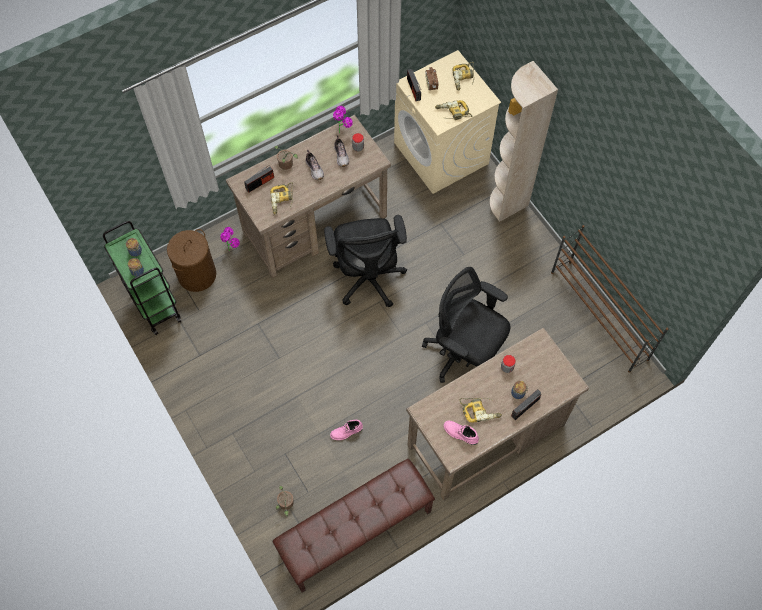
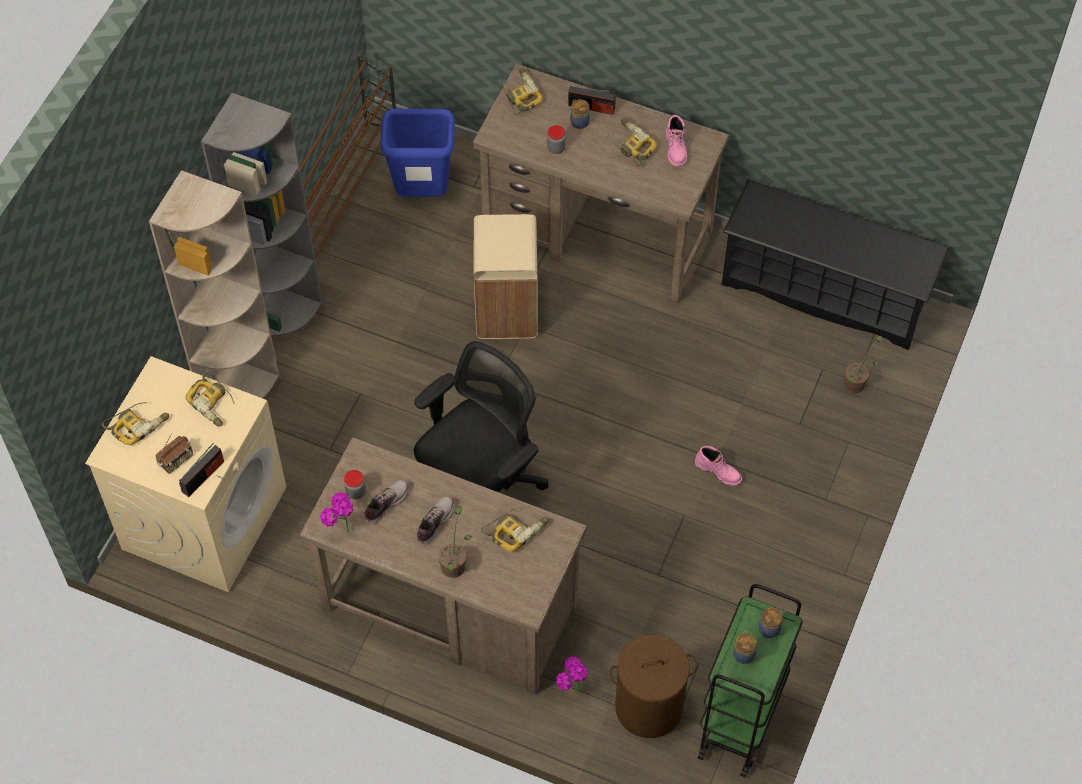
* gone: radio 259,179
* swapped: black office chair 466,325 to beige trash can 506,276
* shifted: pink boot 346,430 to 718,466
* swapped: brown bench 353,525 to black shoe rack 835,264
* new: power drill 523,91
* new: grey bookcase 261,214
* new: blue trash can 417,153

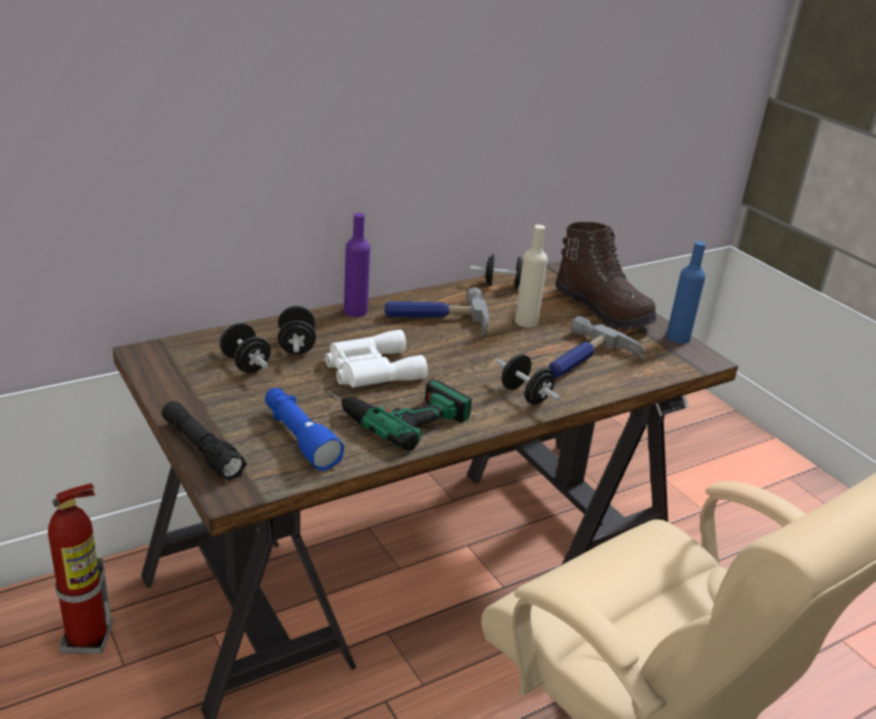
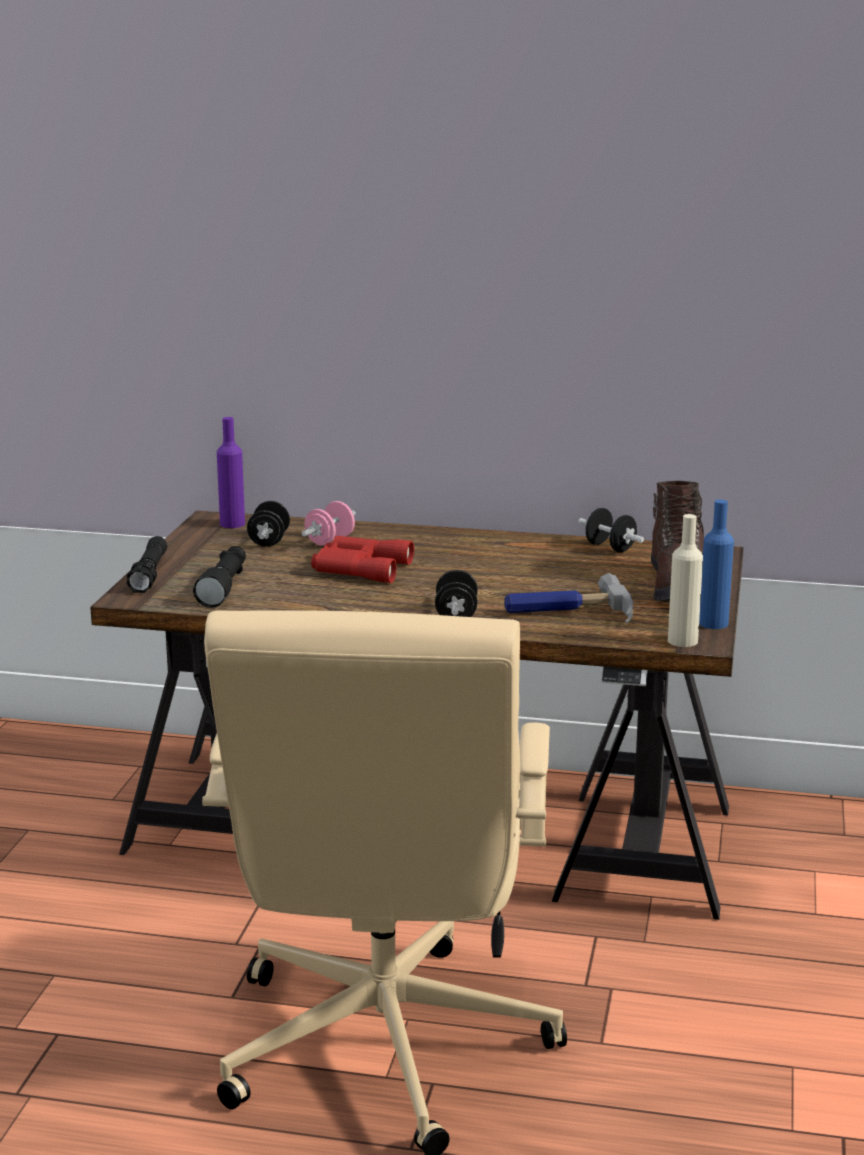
* shifted: purple bottle 357,265 to 231,472
* shifted: beige bottle 531,276 to 685,580
* gone: hammer 437,311
* repainted: black dumbbell 297,330 to pink dumbbell 328,523
* repainted: white binoculars 376,359 to red binoculars 362,559
* gone: power drill 400,415
* repainted: blue flashlight 304,429 to black flashlight 219,577
* gone: fire extinguisher 80,568

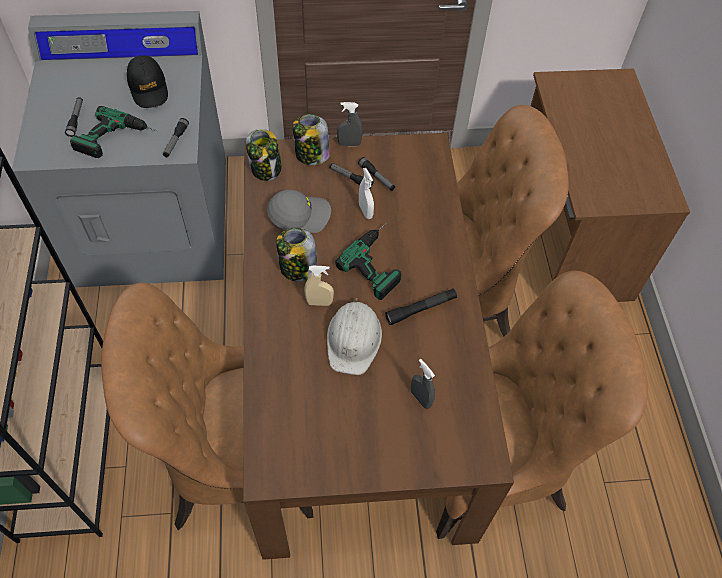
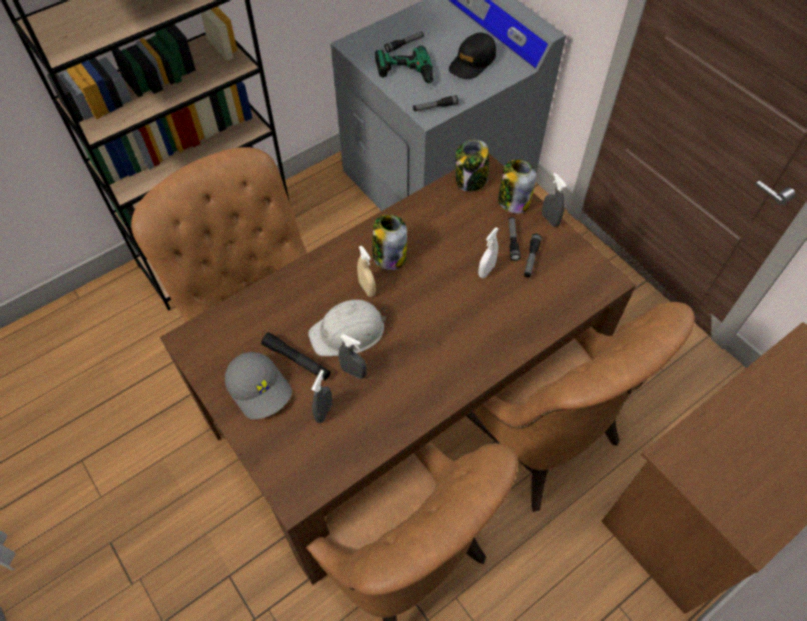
* shifted: grey cap 299,211 to 258,386
* gone: power drill 368,261
* shifted: black flashlight 421,307 to 296,356
* new: grey spray bottle 352,356

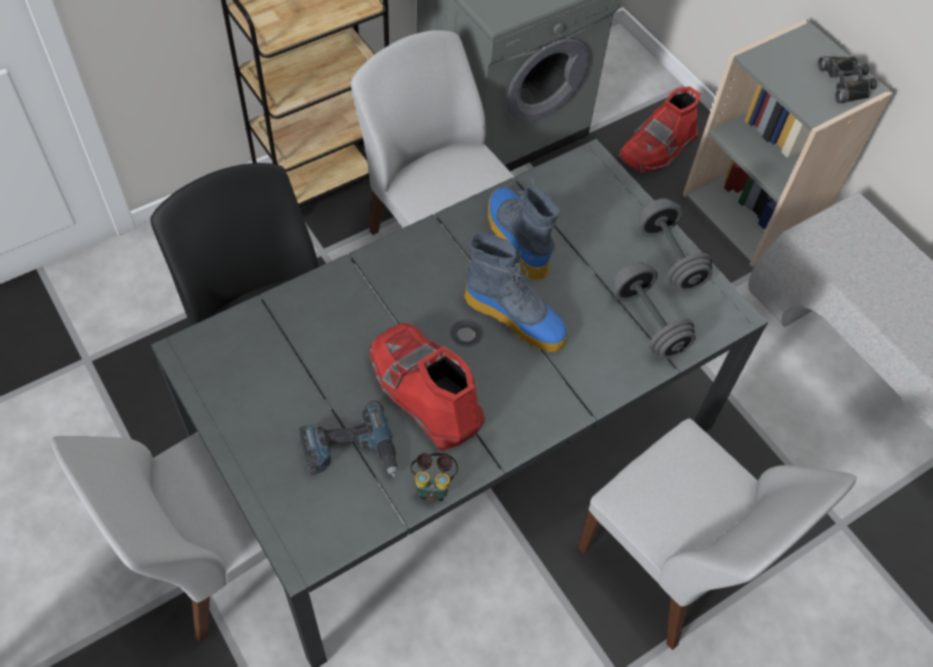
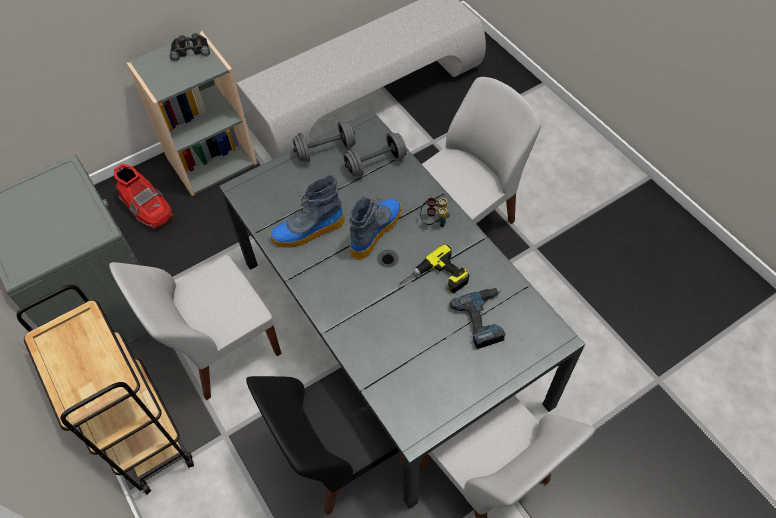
* swapped: red boot 426,387 to power drill 434,269
* shifted: binoculars 434,477 to 435,212

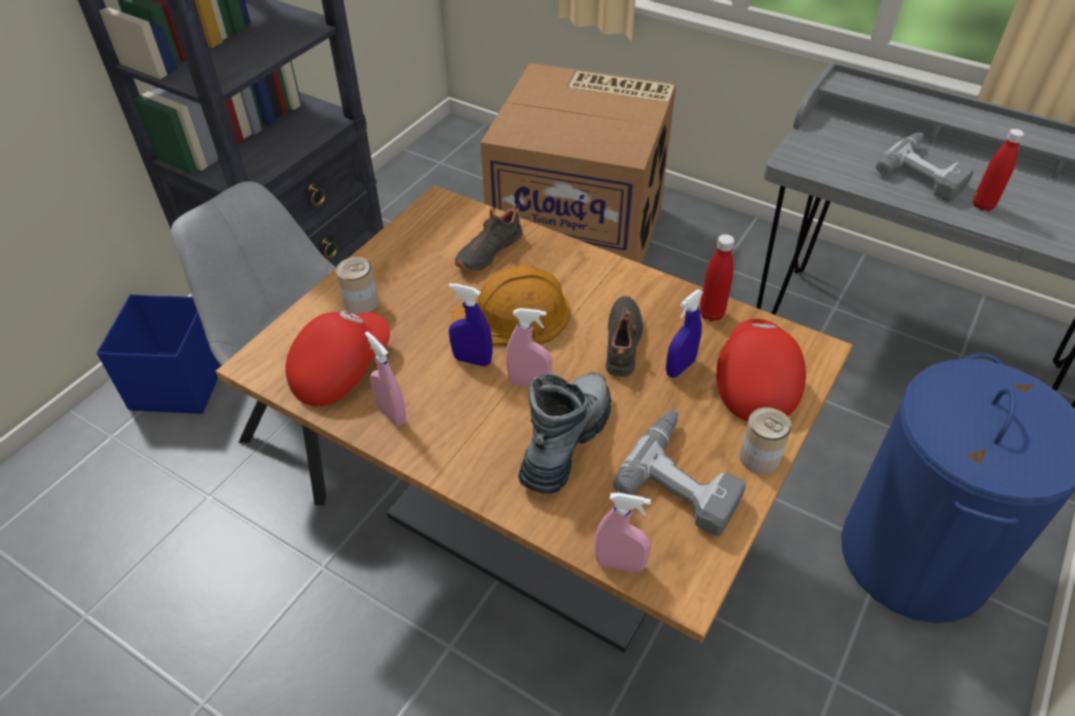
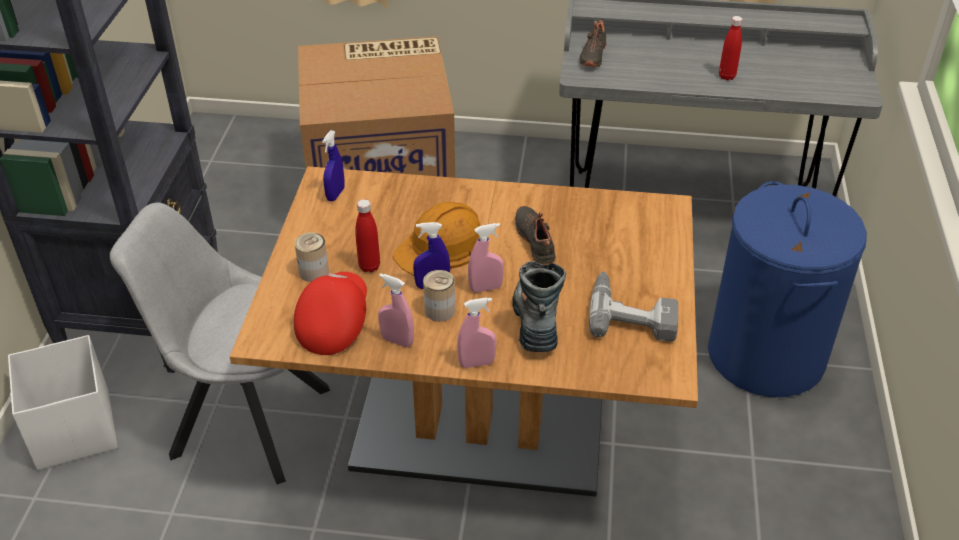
* gone: power drill 924,167
* shifted: black shoe 489,238 to 592,43
* shifted: red bottle 717,278 to 367,236
* shifted: blue spray bottle 684,334 to 333,165
* repainted: blue storage box 158,354 to white storage box 63,402
* gone: red cap 761,370
* shifted: can 765,440 to 439,295
* shifted: pink spray bottle 623,533 to 477,332

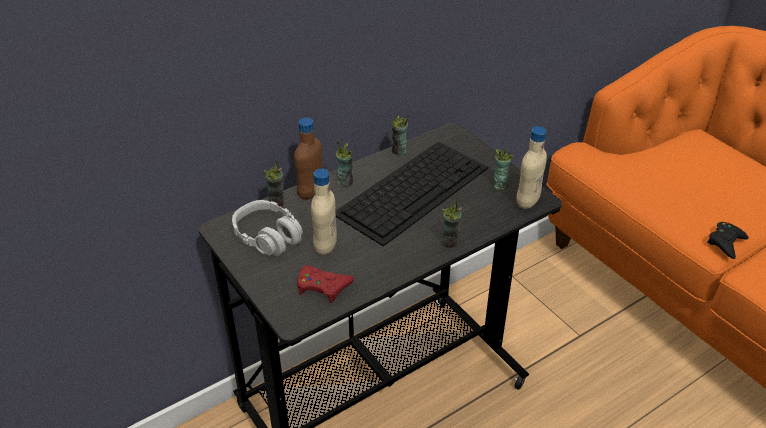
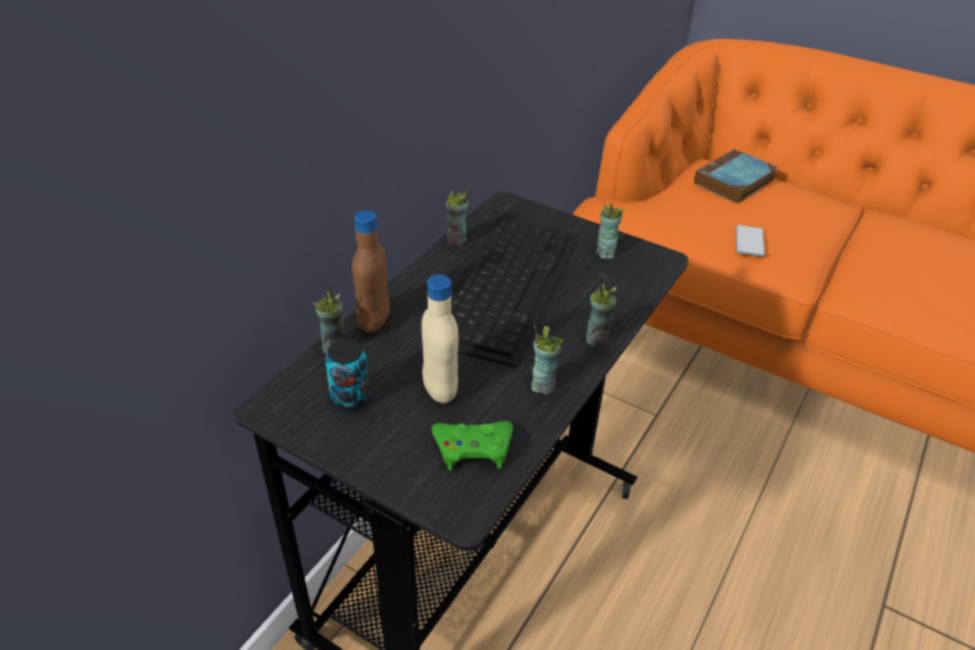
* gone: beige bottle 531,167
* shifted: cup 344,163 to 547,359
* swapped: grey headphones 267,228 to can 347,375
* gone: black game controller 728,240
* repainted: red game controller 325,284 to green game controller 472,445
* new: book 736,176
* new: phone 750,241

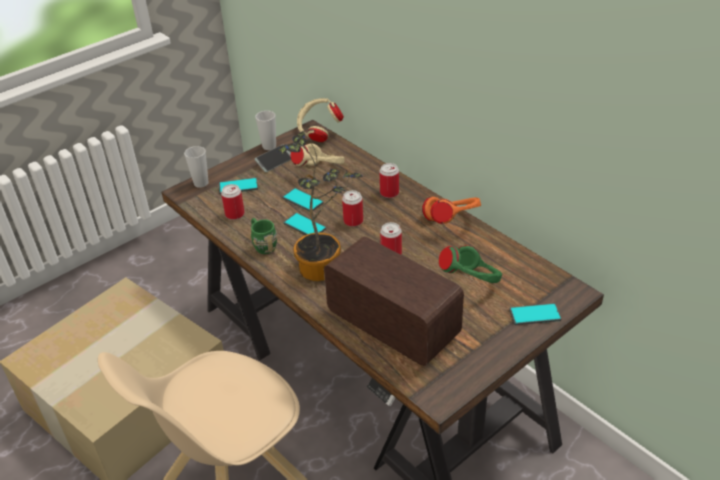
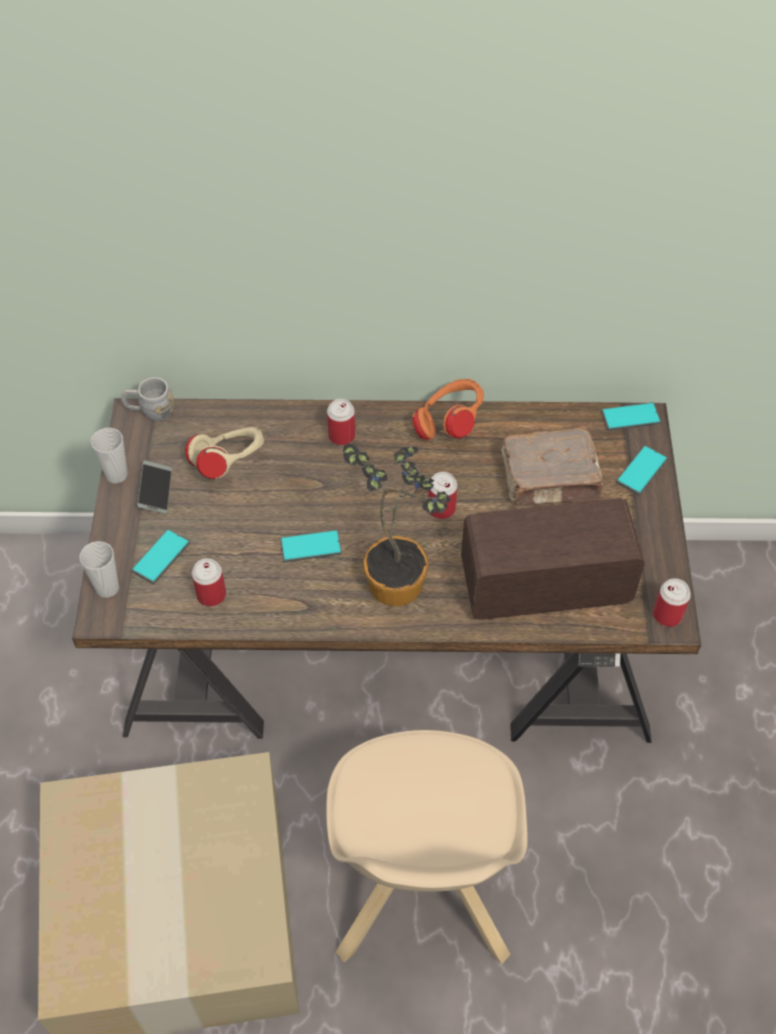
* swapped: beige headphones 320,120 to grey mug 147,399
* shifted: phone 303,200 to 631,416
* shifted: can 352,208 to 672,602
* gone: green mug 264,236
* swapped: green headphones 470,264 to brown book 552,467

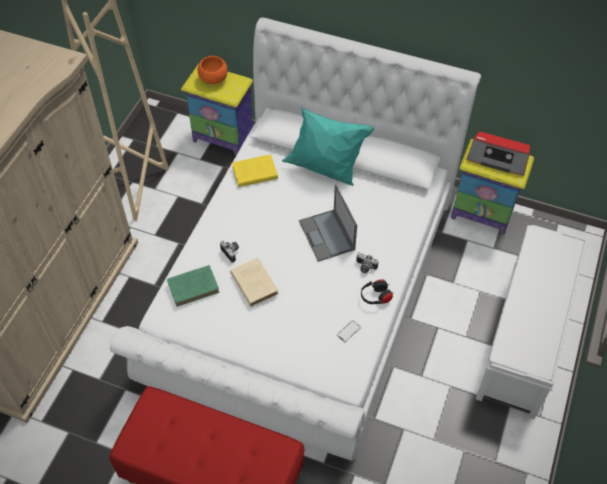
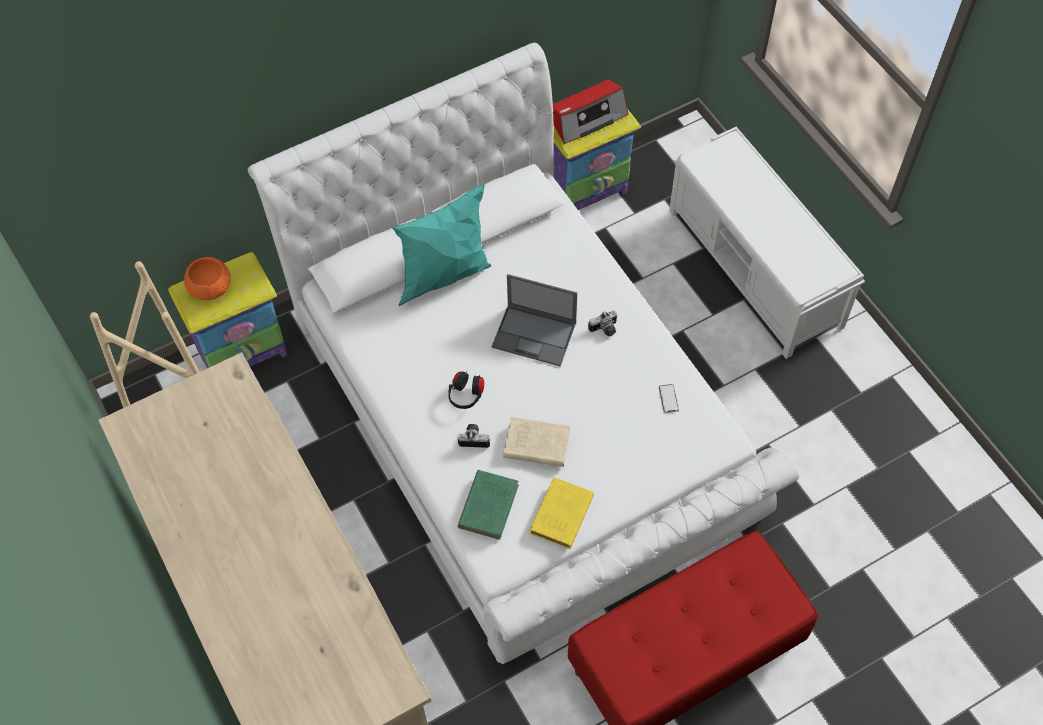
* shifted: yellow book 255,170 to 562,513
* shifted: black headphones 377,292 to 466,390

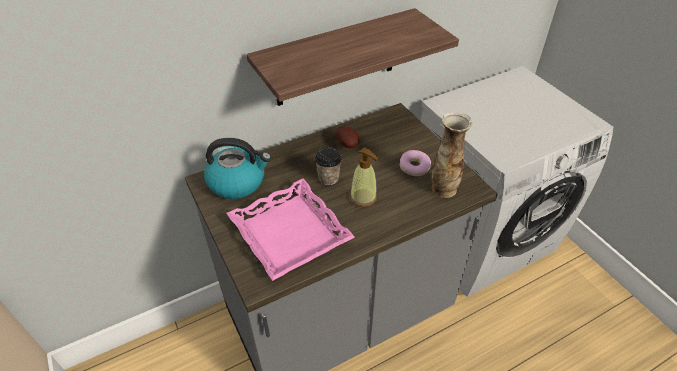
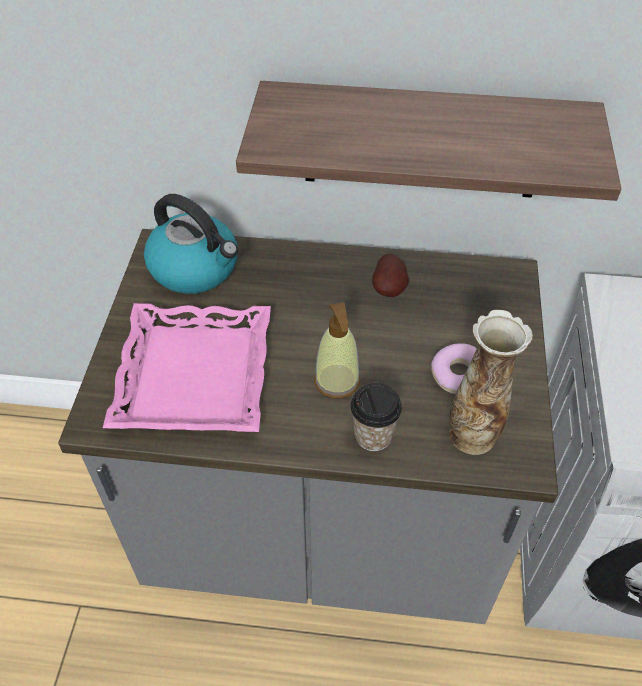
* shifted: cup 328,166 to 376,417

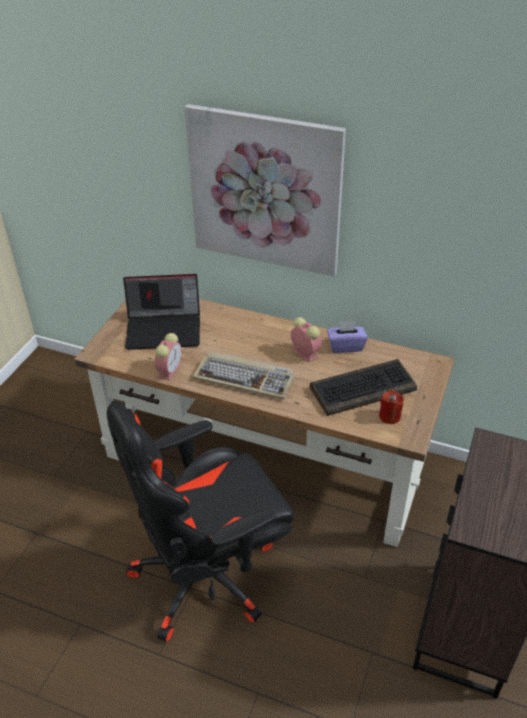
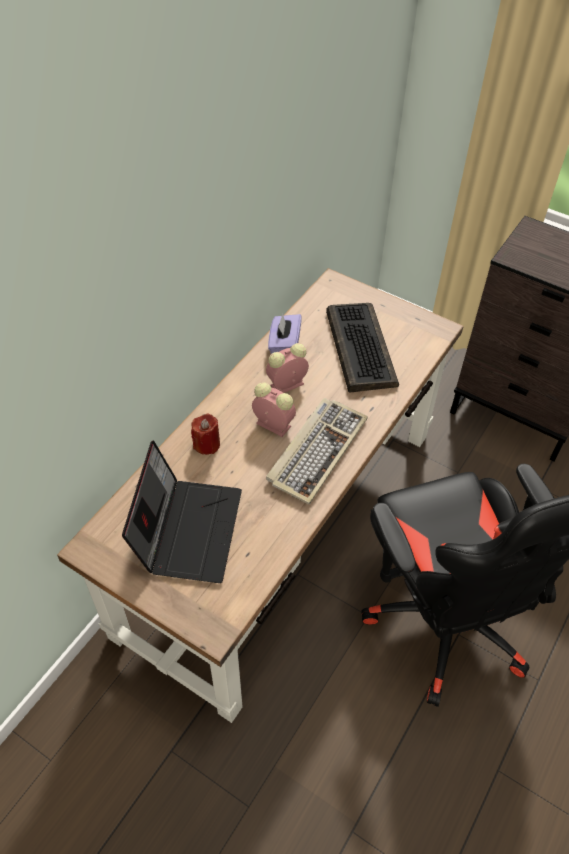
* gone: picture 265,190
* shifted: alarm clock 168,356 to 274,409
* shifted: red candle 391,407 to 205,434

